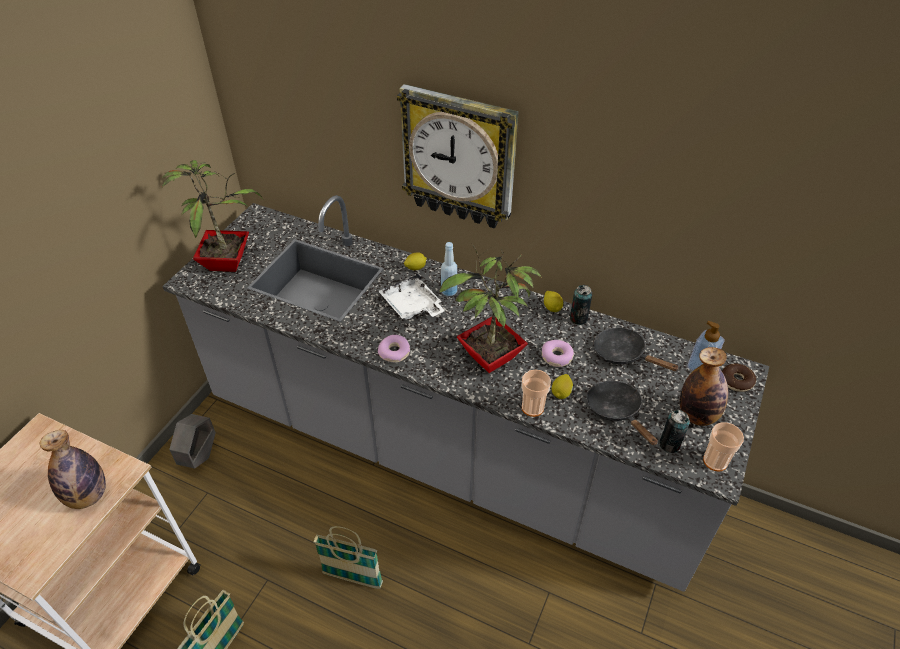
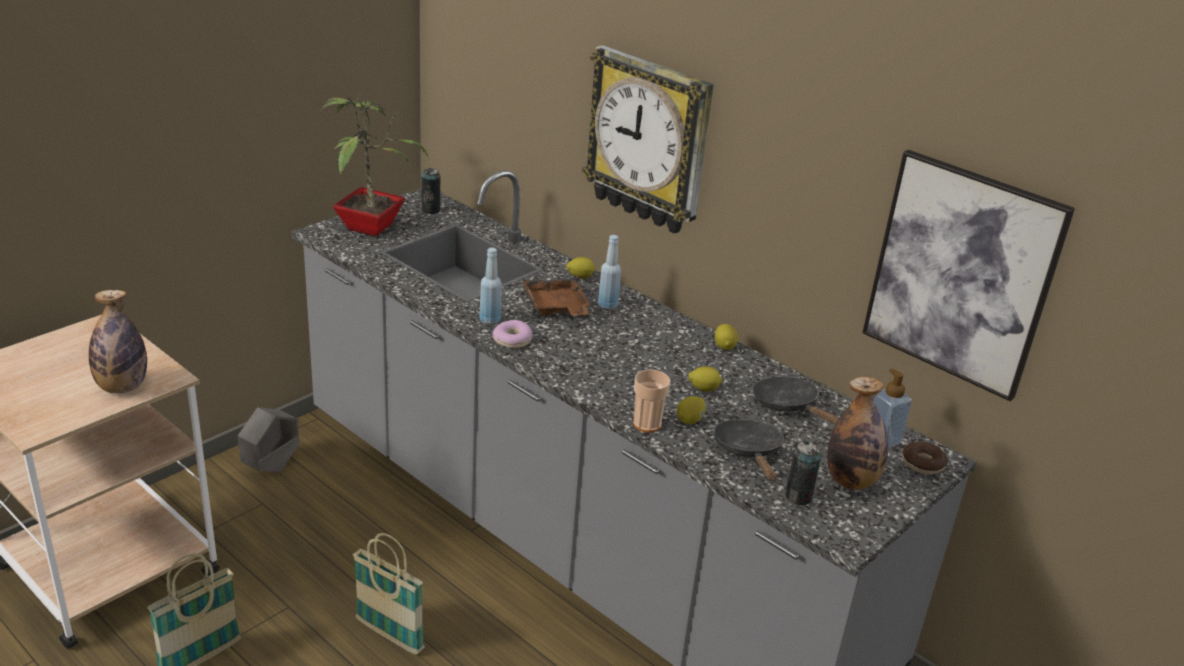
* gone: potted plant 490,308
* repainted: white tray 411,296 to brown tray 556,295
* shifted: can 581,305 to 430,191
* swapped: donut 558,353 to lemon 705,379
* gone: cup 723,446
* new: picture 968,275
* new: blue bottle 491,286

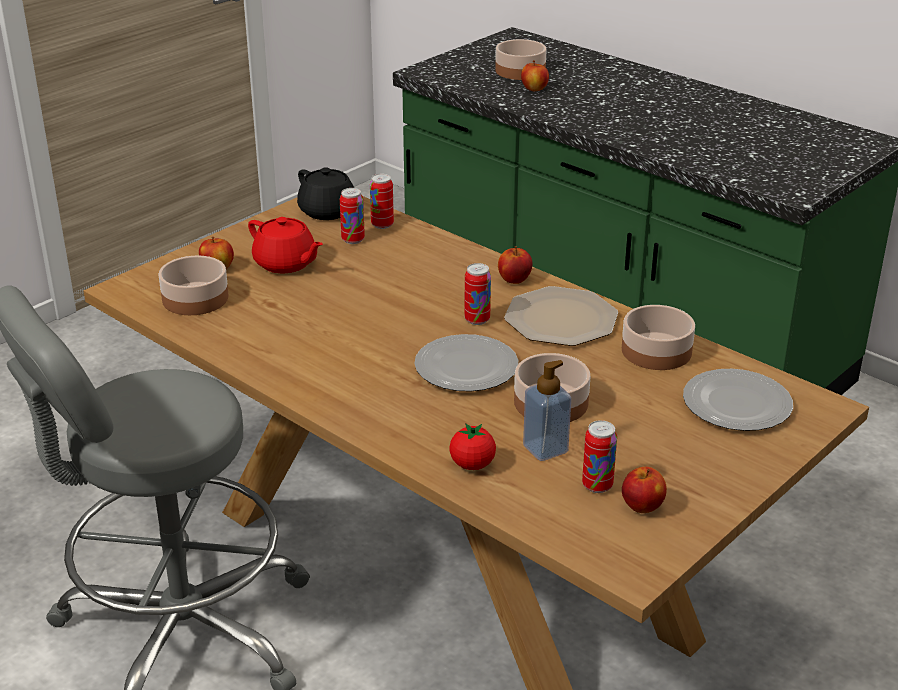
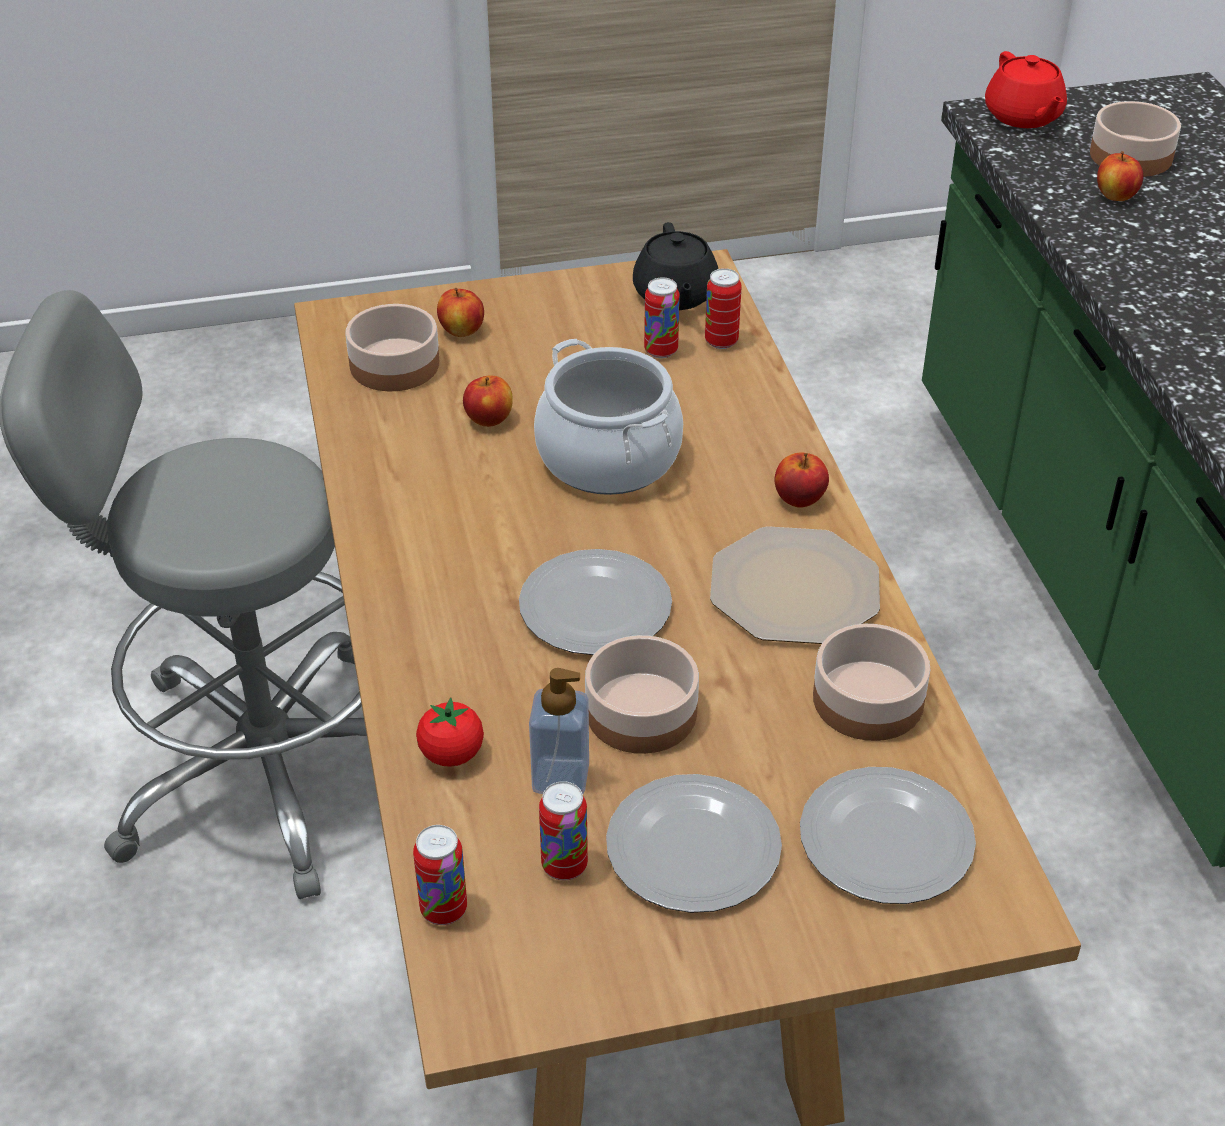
* shifted: red teapot 285,245 to 1026,89
* shifted: can 477,294 to 440,875
* shifted: apple 644,490 to 488,401
* new: cooking pot 608,417
* new: plate 694,843

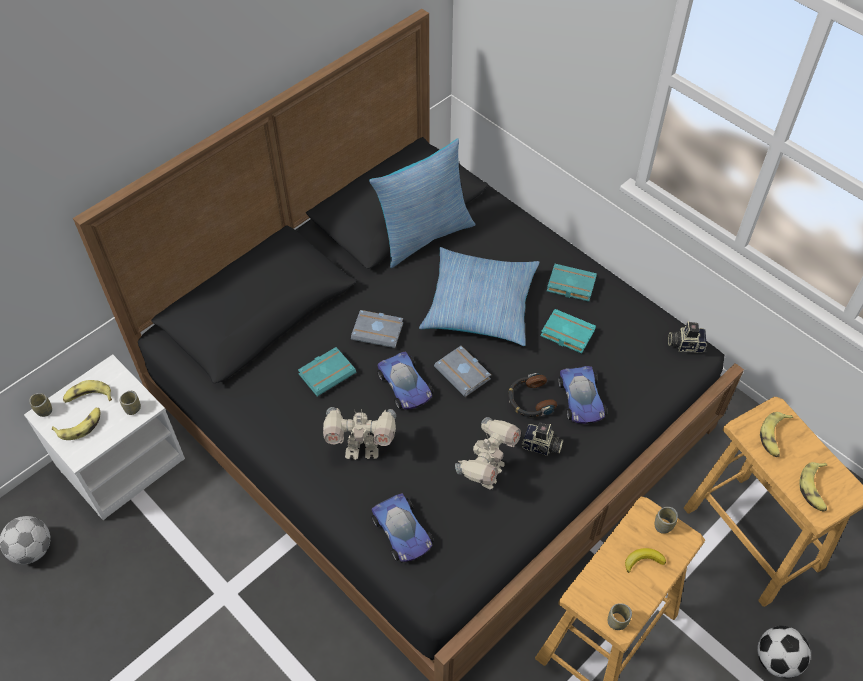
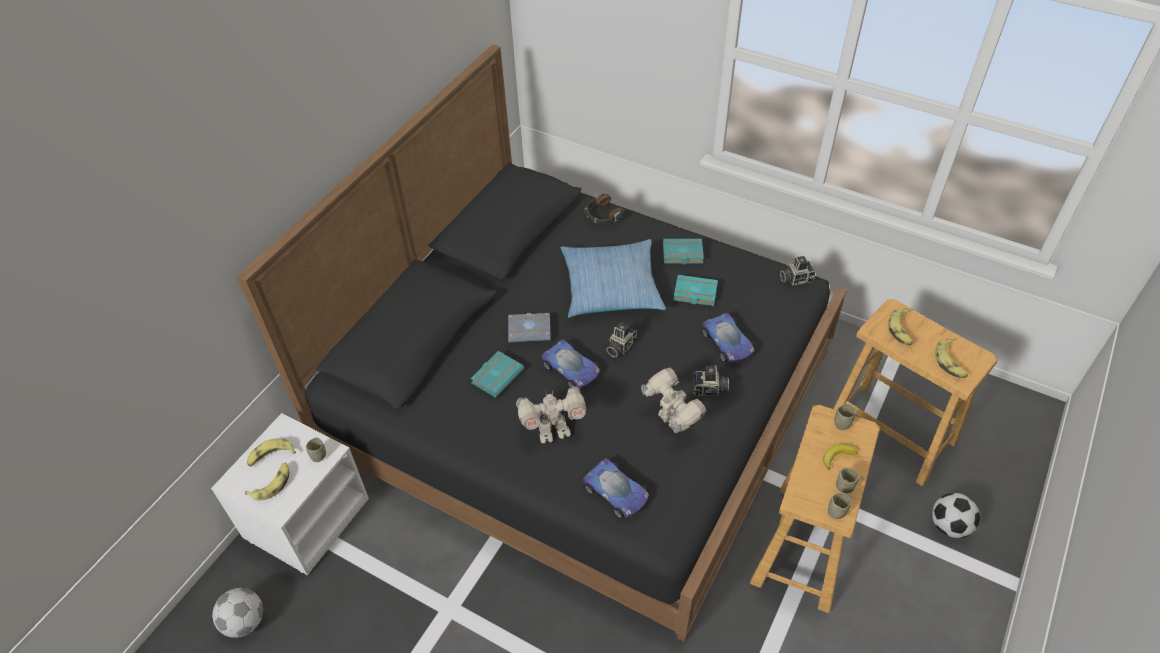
* gone: pillow 422,203
* swapped: grey book 462,371 to photo camera 621,339
* shifted: headphones 532,395 to 604,209
* shifted: cup 40,405 to 847,480
* rotated: toy robot 488,453 = 674,400 45 degrees counterclockwise

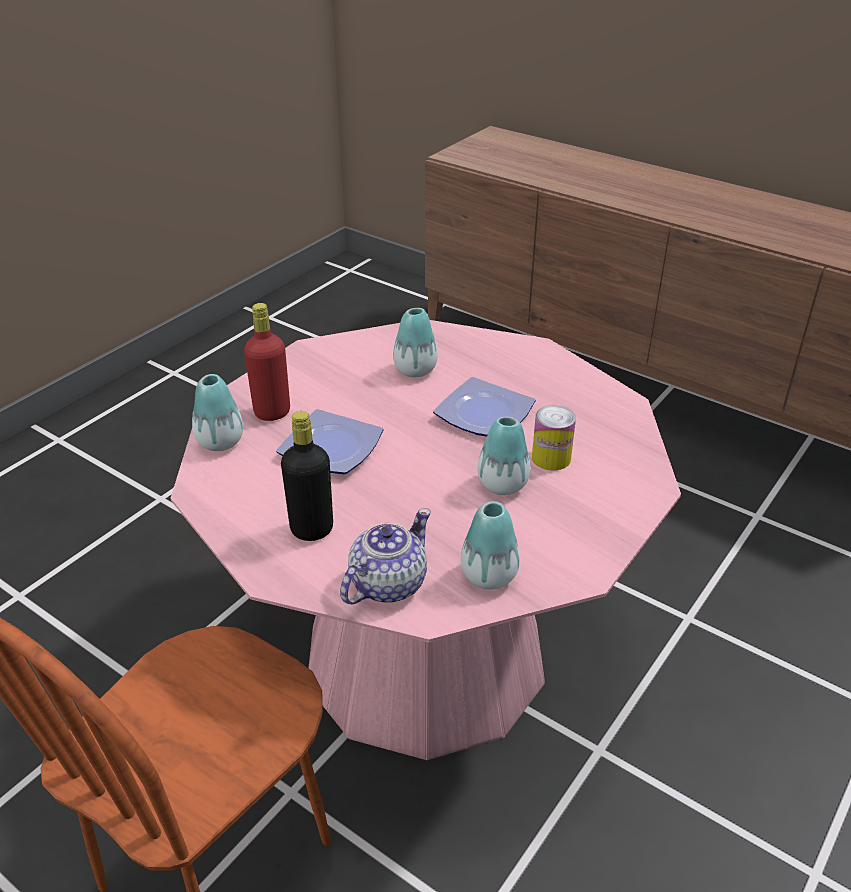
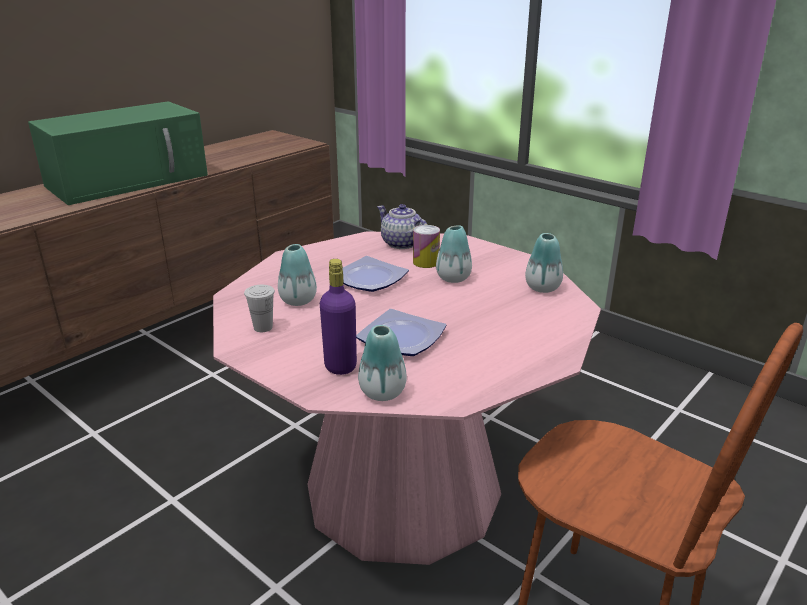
* repainted: red bottle 267,362 to purple bottle 338,317
* gone: black bottle 307,476
* shifted: teapot 385,556 to 402,226
* new: green microwave 118,153
* new: white cup 259,308

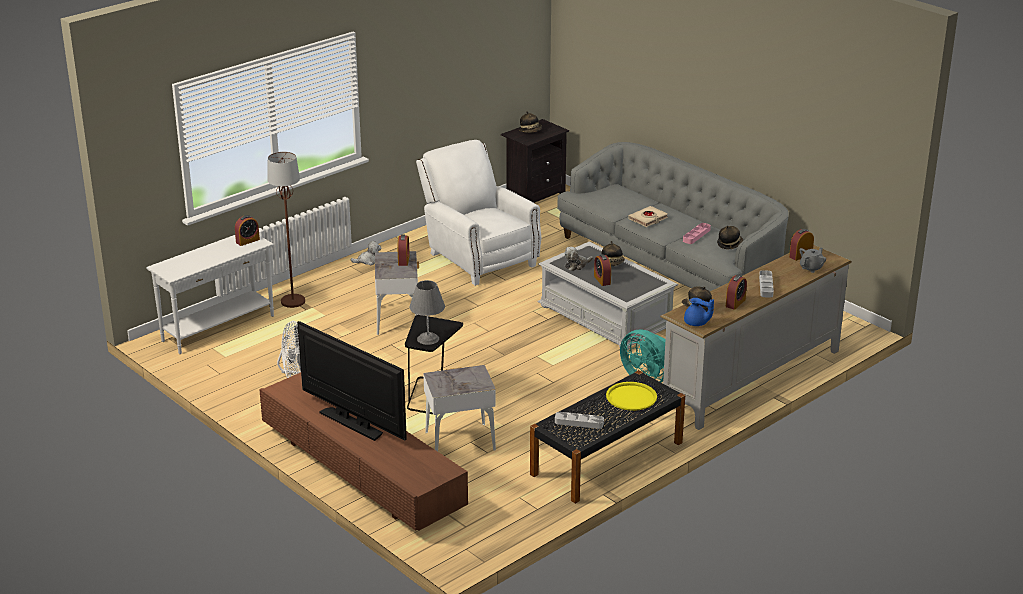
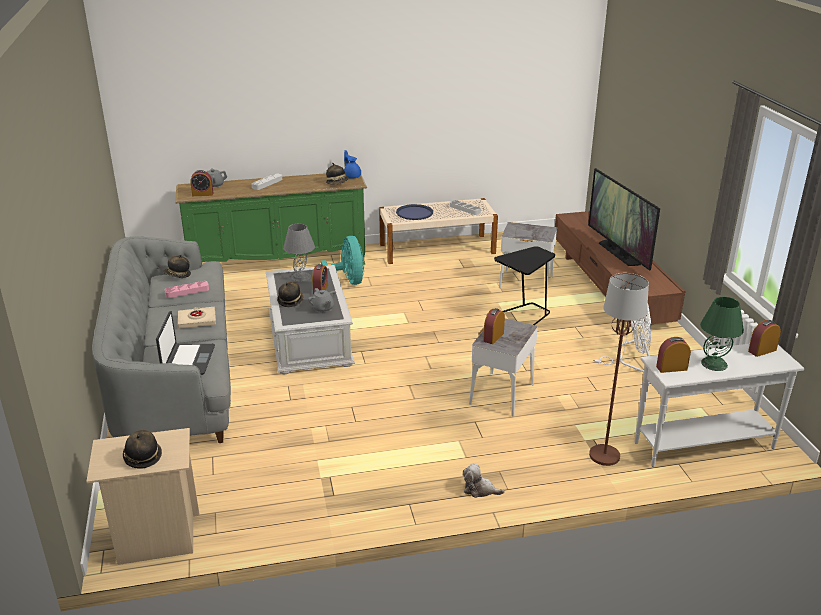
* repainted: black nightstand 535,161 to beige nightstand 143,496
* gone: white armchair 478,213
* repainted: grey cabinet 756,337 to green cabinet 271,219
* swapped: plush toy 578,259 to grey teapot 322,300
* shifted: alarm clock 736,292 to 764,338
* shifted: grey table lamp 427,312 to 299,252
* repainted: black bench 607,437 to beige bench 438,231
* repainted: yellow tray 631,396 to blue tray 414,212
* new: green table lamp 722,334
* new: laptop 185,343

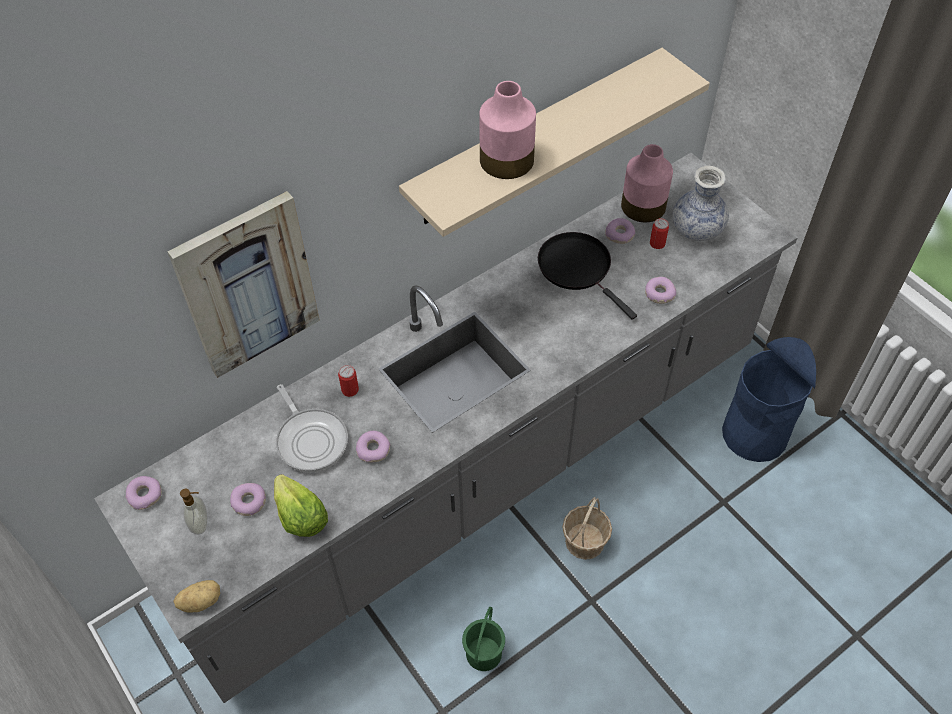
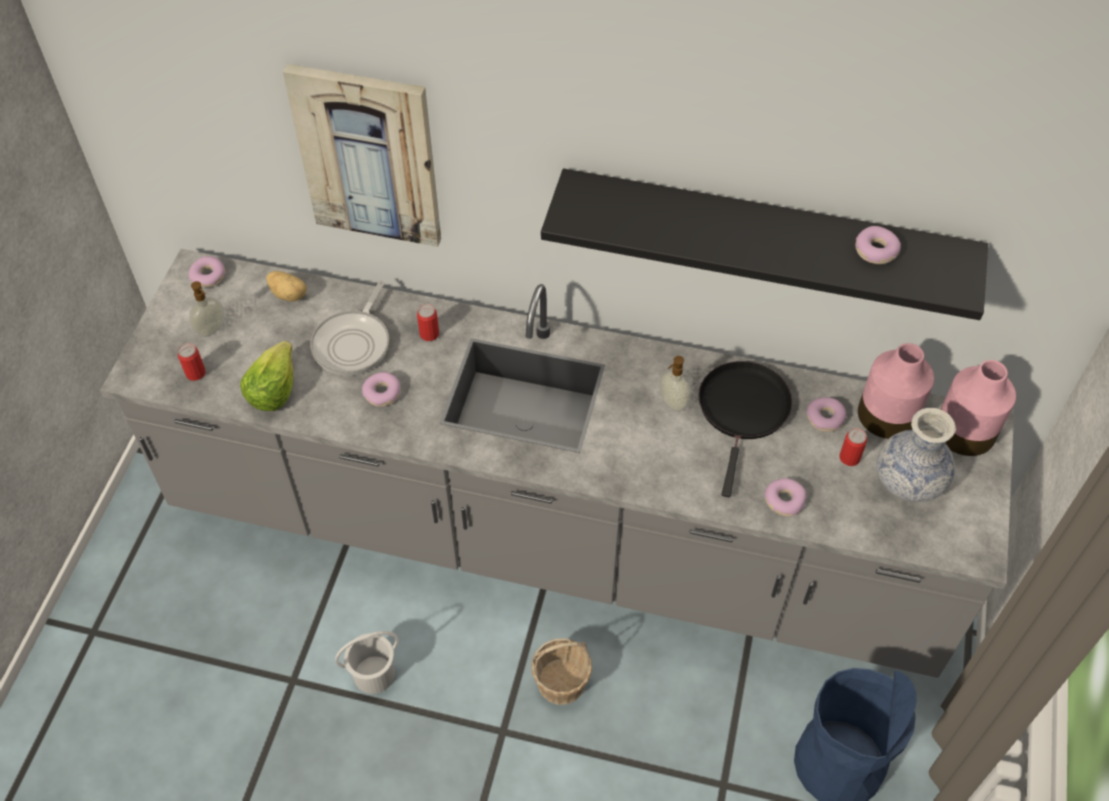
* repainted: beige shelf 554,142 to black shelf 764,244
* shifted: pink vase 507,130 to 978,408
* shifted: donut 248,499 to 878,245
* shifted: potato 196,596 to 286,286
* repainted: green bucket 483,639 to white bucket 367,662
* new: can 192,362
* new: soap dispenser 675,384

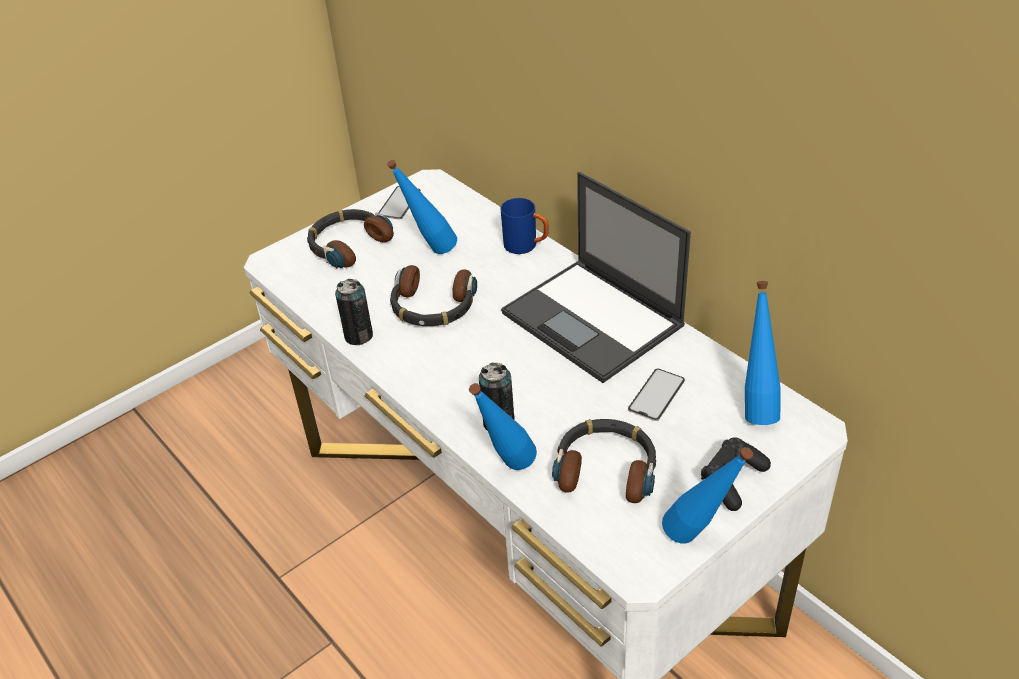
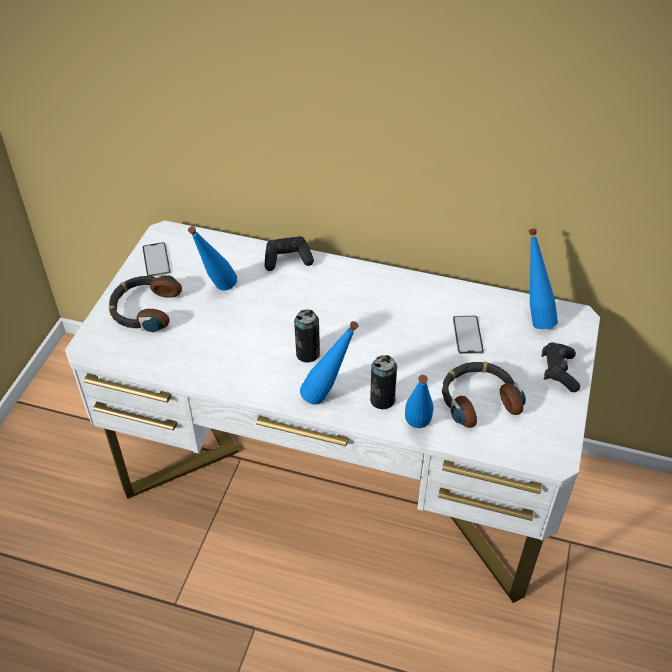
* gone: laptop 596,277
* swapped: blue mug 524,226 to black game controller 289,253
* gone: headphones 433,295
* shifted: can 354,312 to 307,336
* shifted: blue bottle 707,495 to 329,363

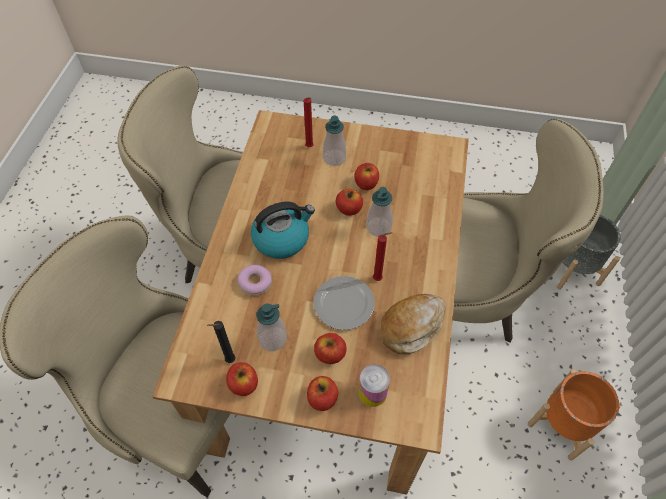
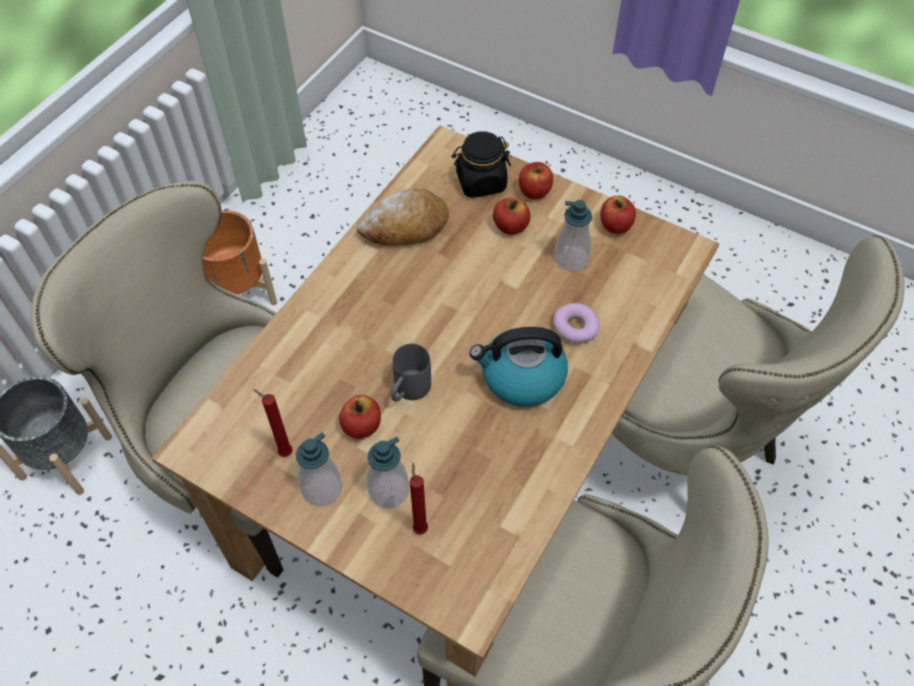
* shifted: soap dispenser 379,212 to 319,470
* swapped: apple 349,202 to grey mug 411,373
* shifted: red candle 383,256 to 273,423
* gone: plate 344,303
* gone: black candle 221,342
* swapped: can 374,385 to black jar 481,164

